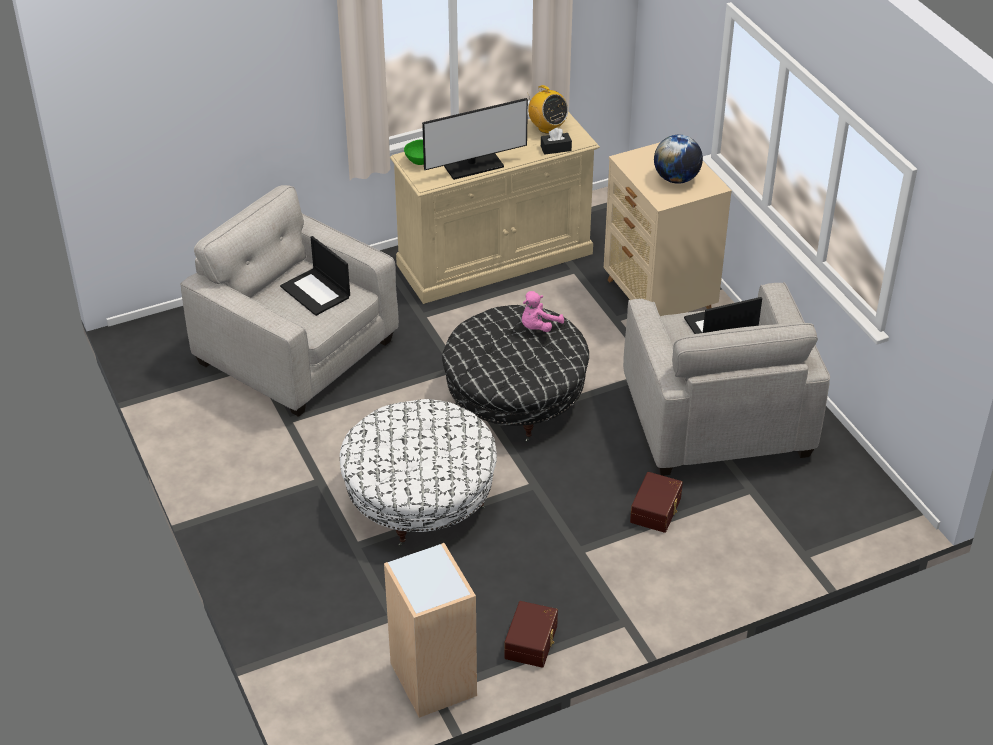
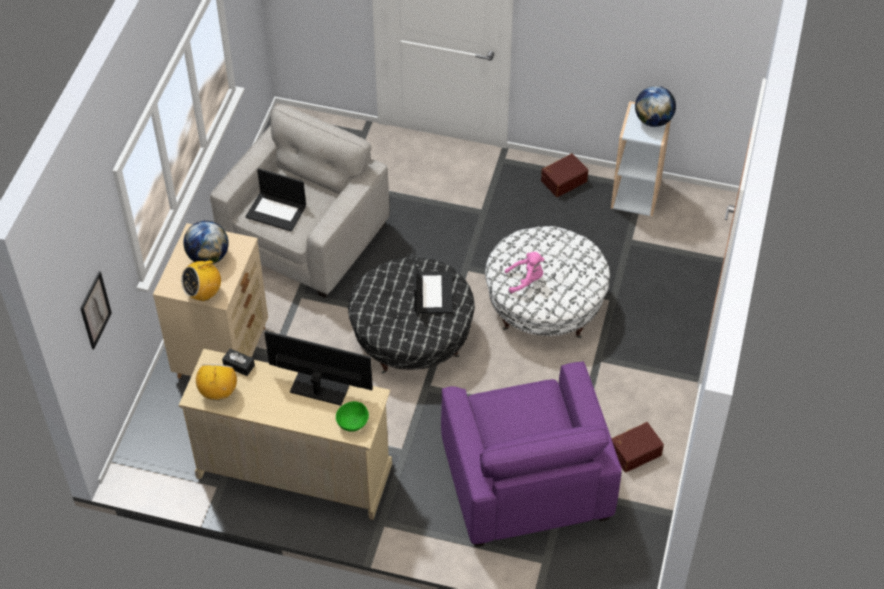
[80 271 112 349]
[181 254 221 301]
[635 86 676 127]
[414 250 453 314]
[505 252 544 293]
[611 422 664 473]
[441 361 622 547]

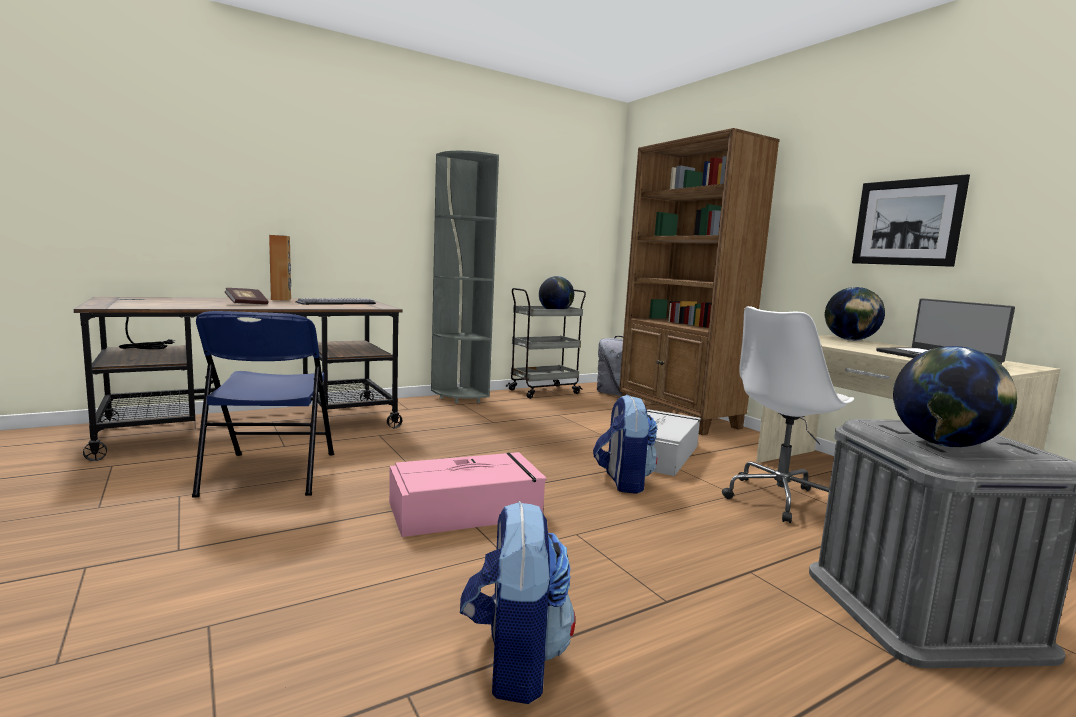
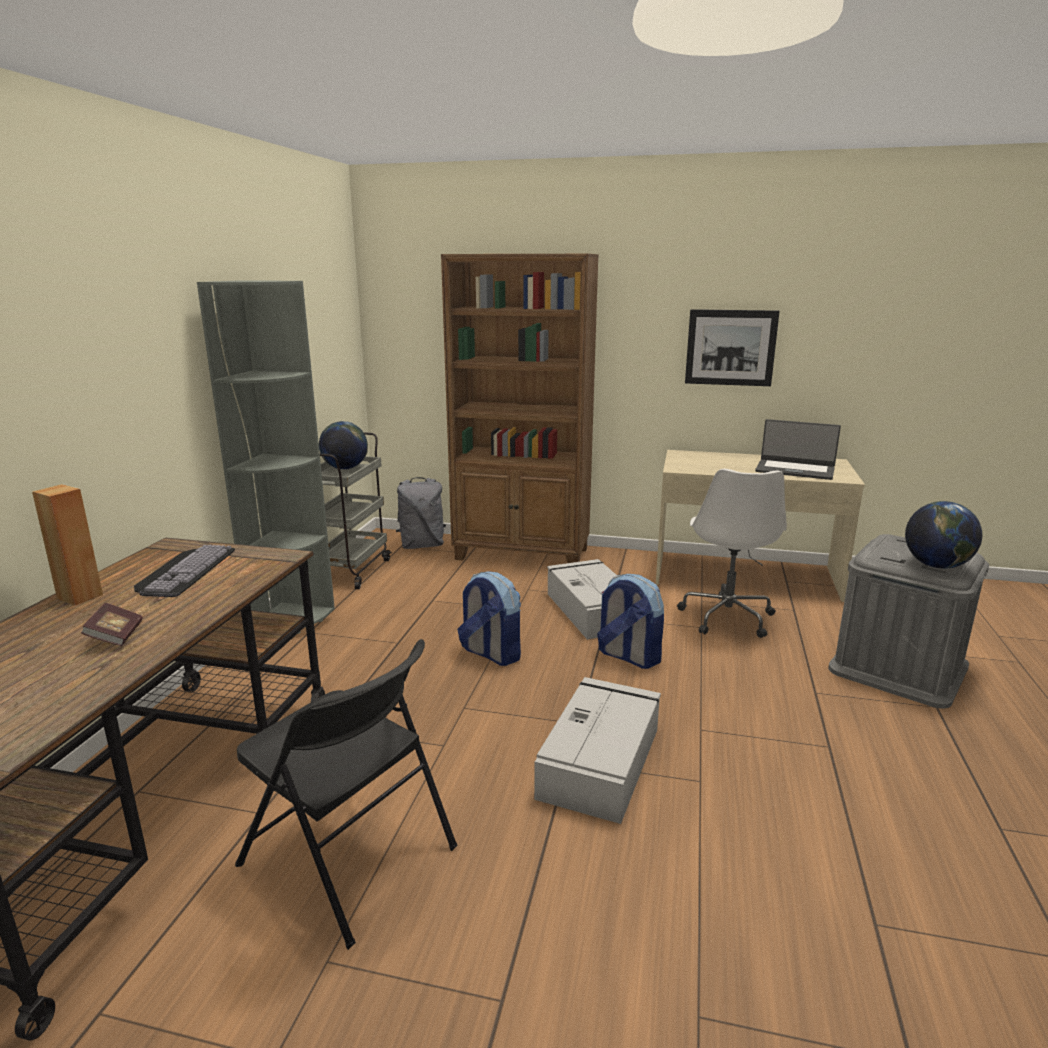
[824 287 885 341] (first image)
[457 571 521 666]
[235 639 458 950]
[534 677 661 824]

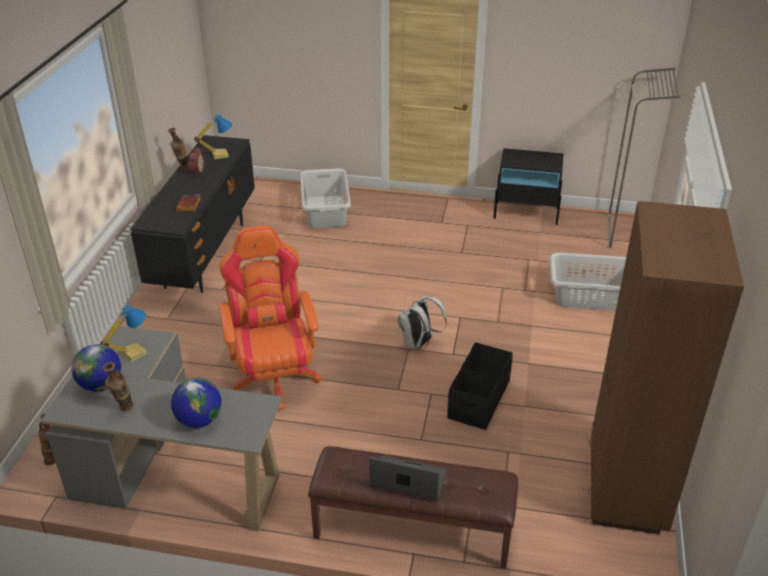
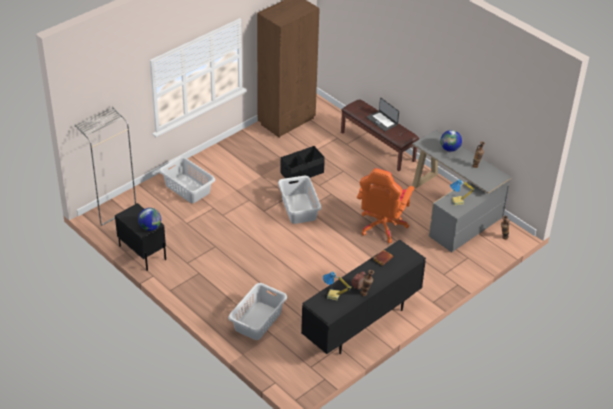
[138 208 161 231]
[278 176 321 224]

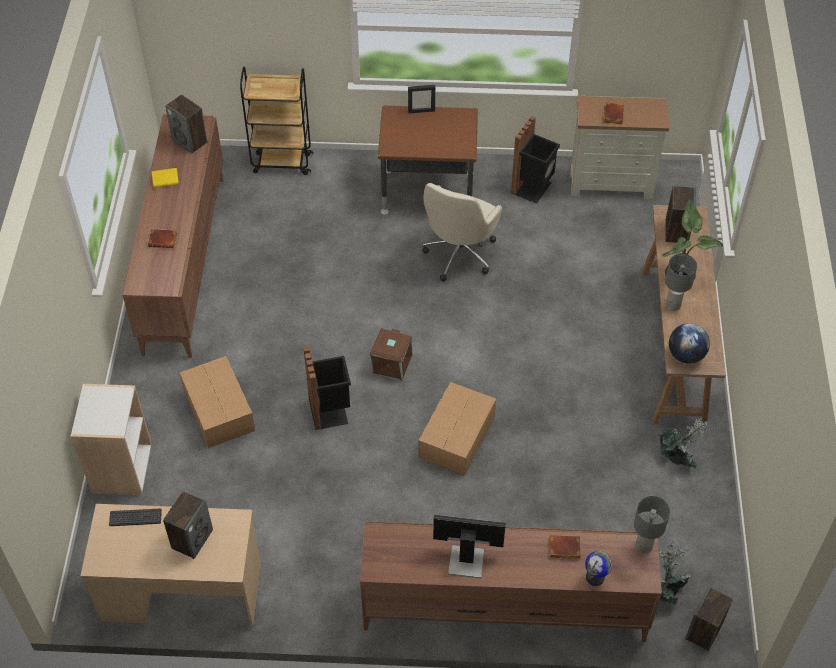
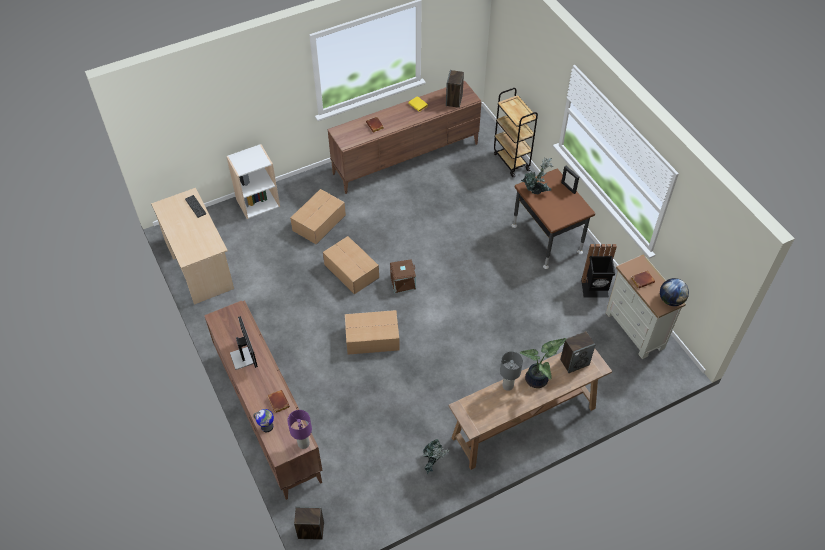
[163 491 213 559] (first image)
[422 183 502 282] (first image)
[521 157 553 194]
[660 278 689 306]
[323 236 379 295]
[287 410 312 449]

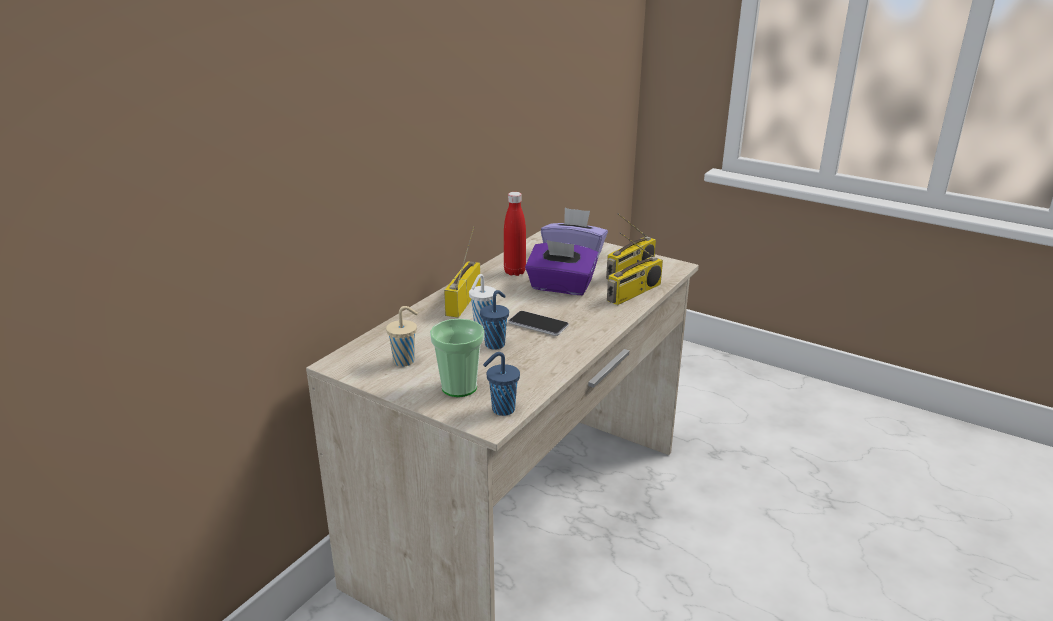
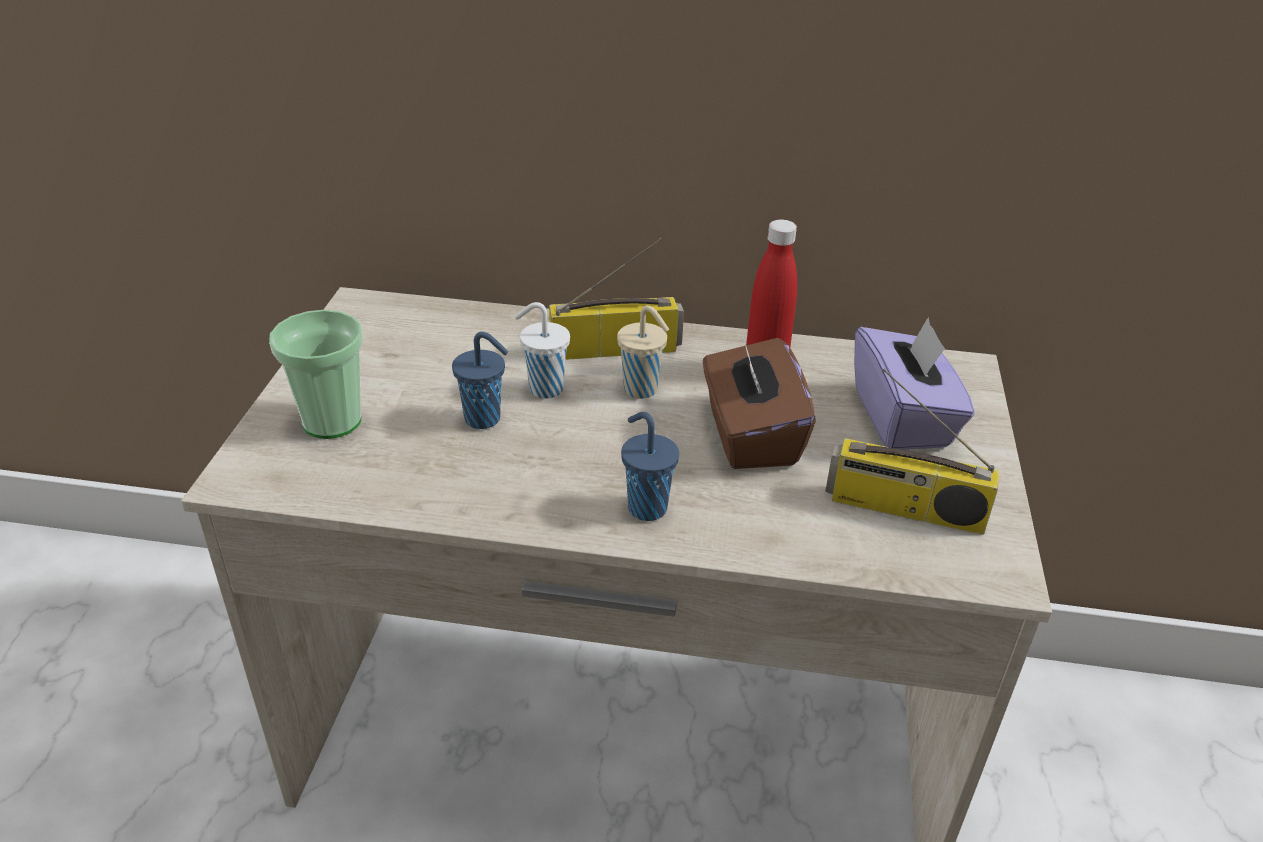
[509 311 569 336] (first image)
[607 233 663 305] (first image)
[617 305 669 399]
[621 412 679 521]
[703 333 816 469]

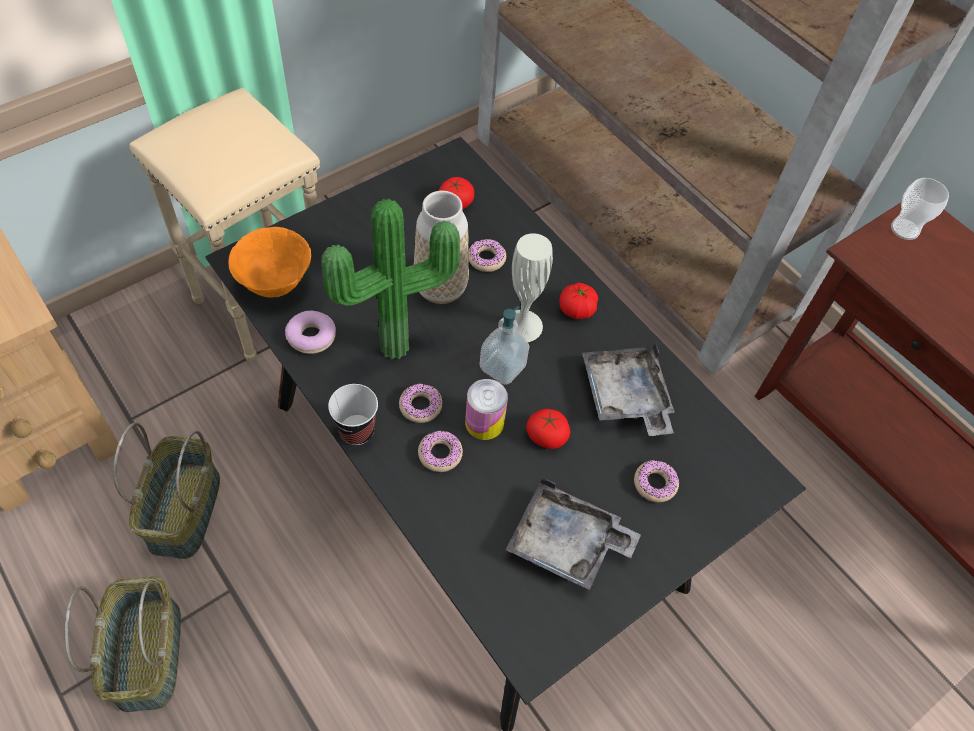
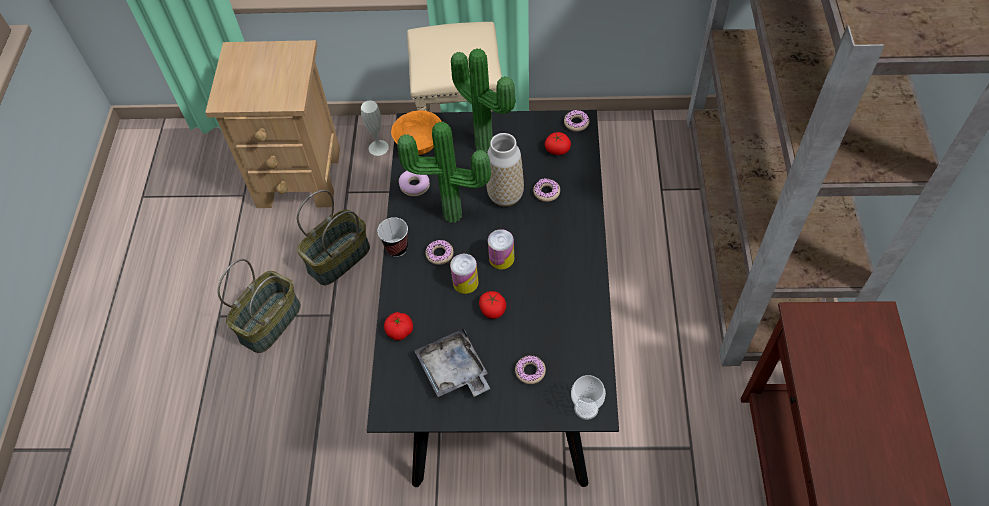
[582 343 675 436] (first image)
[451 48 515 152]
[564 110 590 132]
[361 101 389 156]
[384 312 413 340]
[571 375 606 420]
[488 229 514 270]

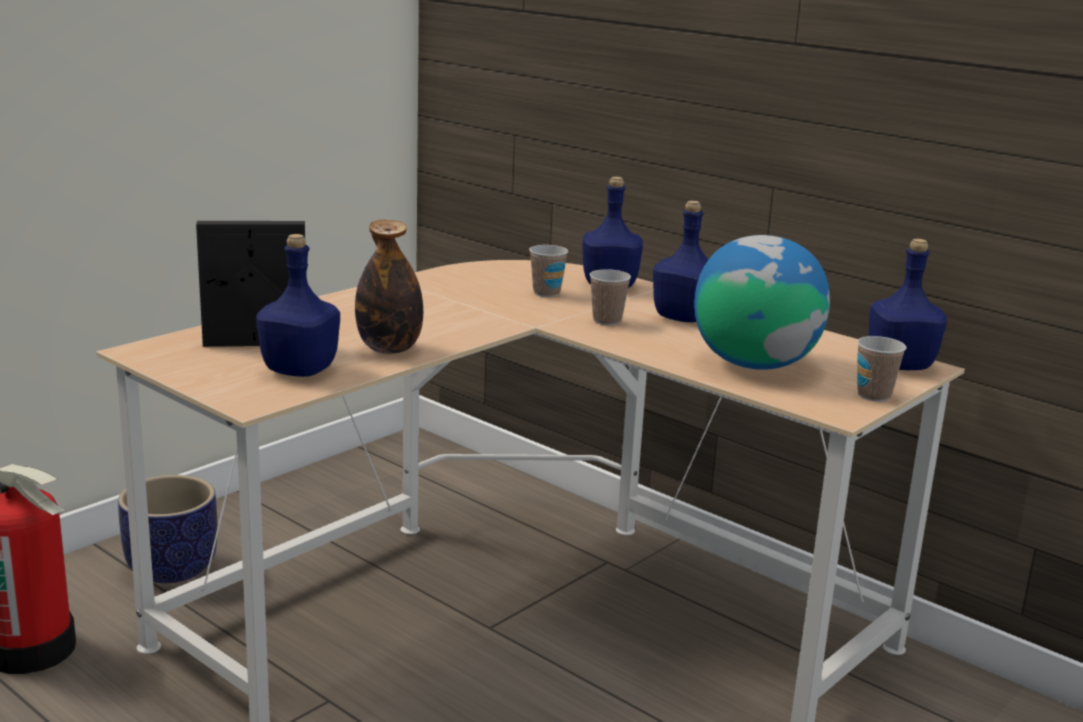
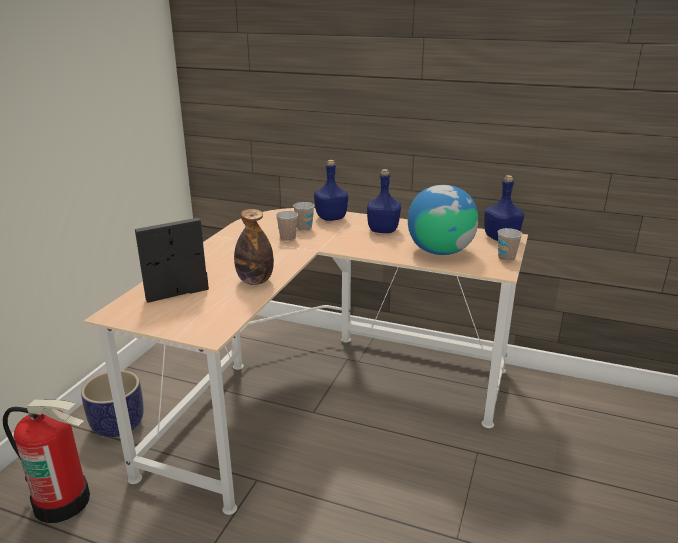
[256 234 340 377] (first image)
[276 211 298 241]

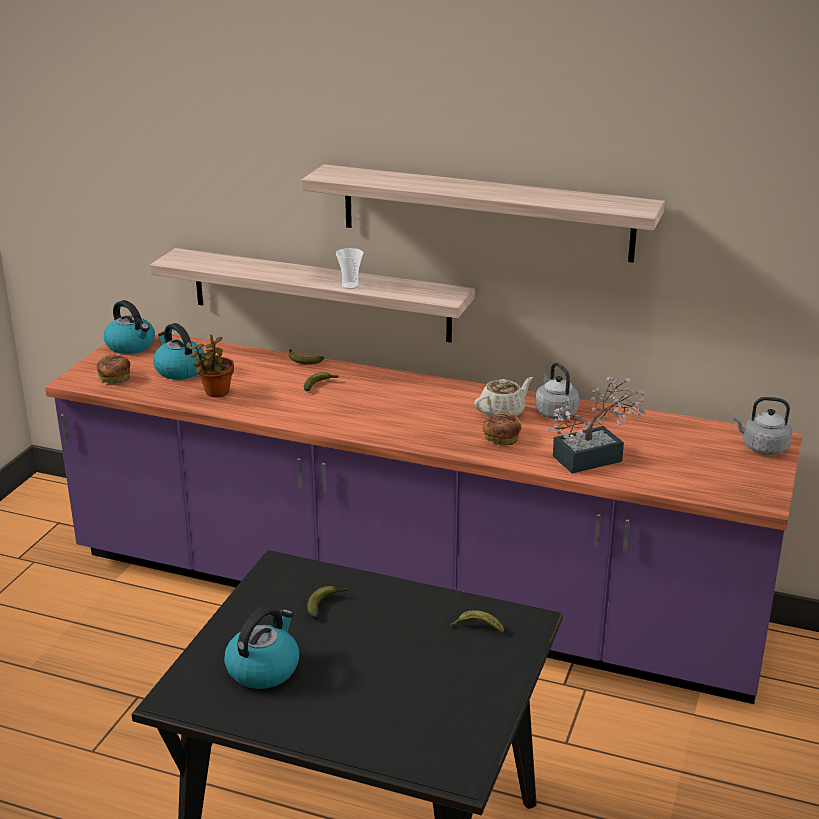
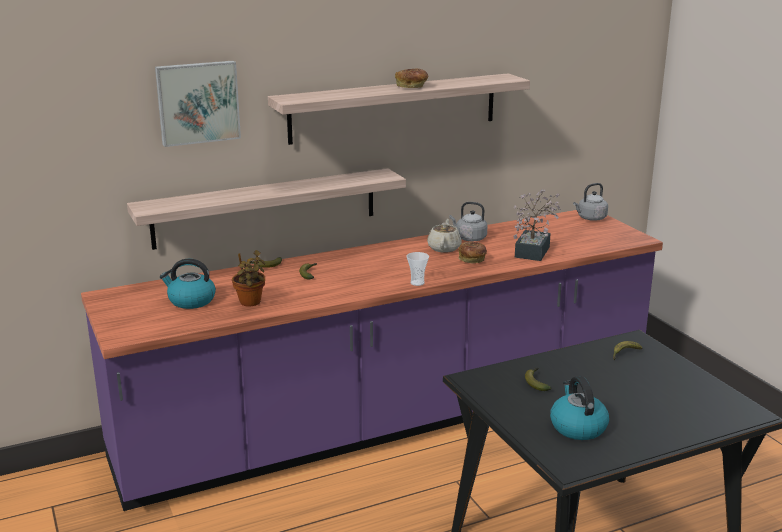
[104 300 155 354] (first image)
[155 61 241 147]
[395 68 429 88]
[407 252 429 286]

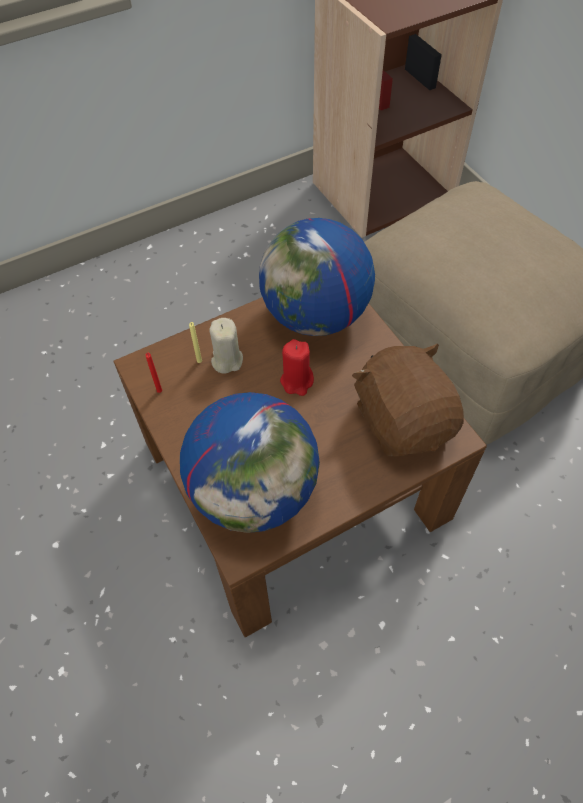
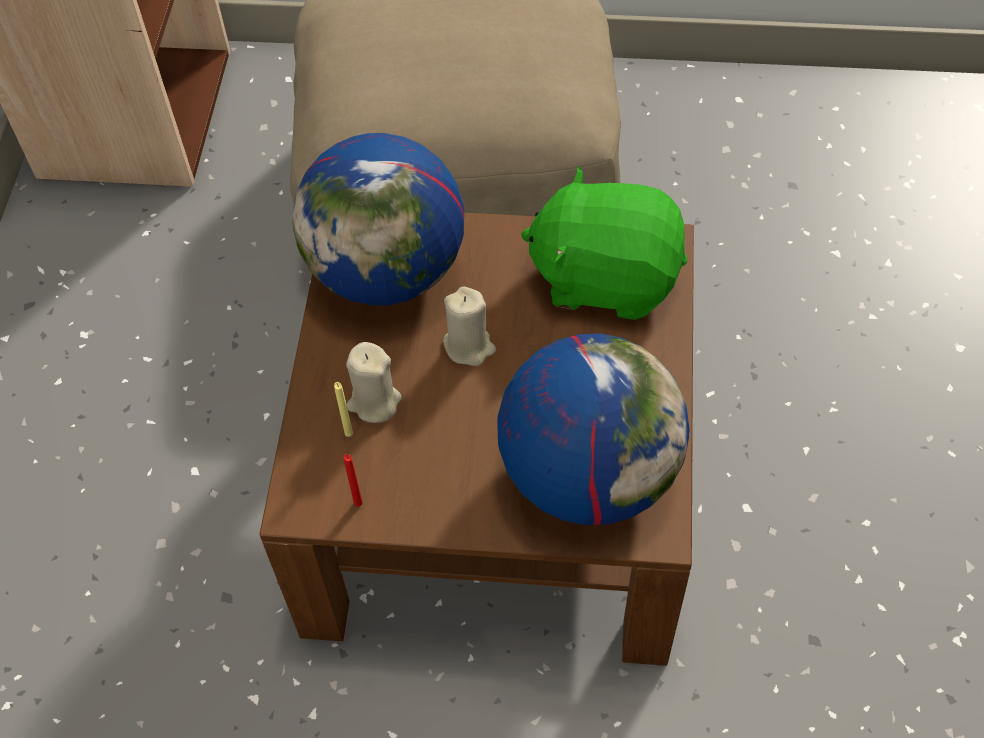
[443 287 496 366]
[521 166 687 320]

